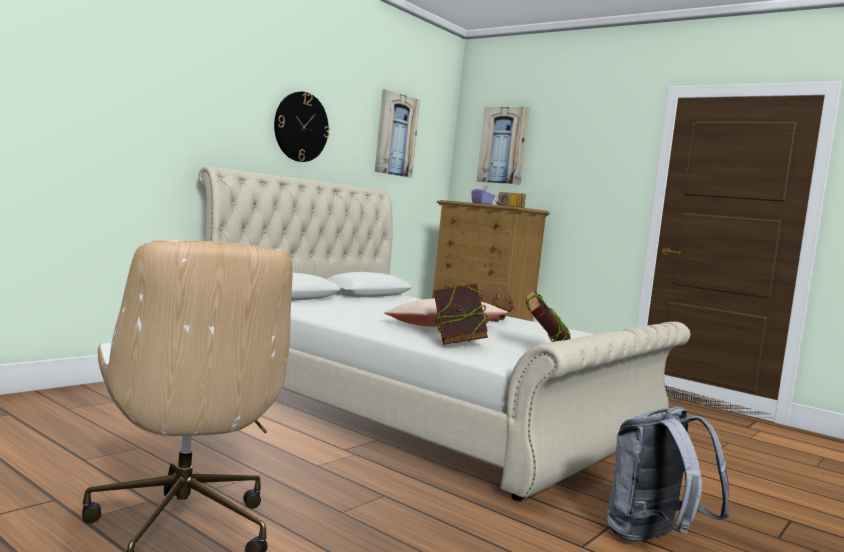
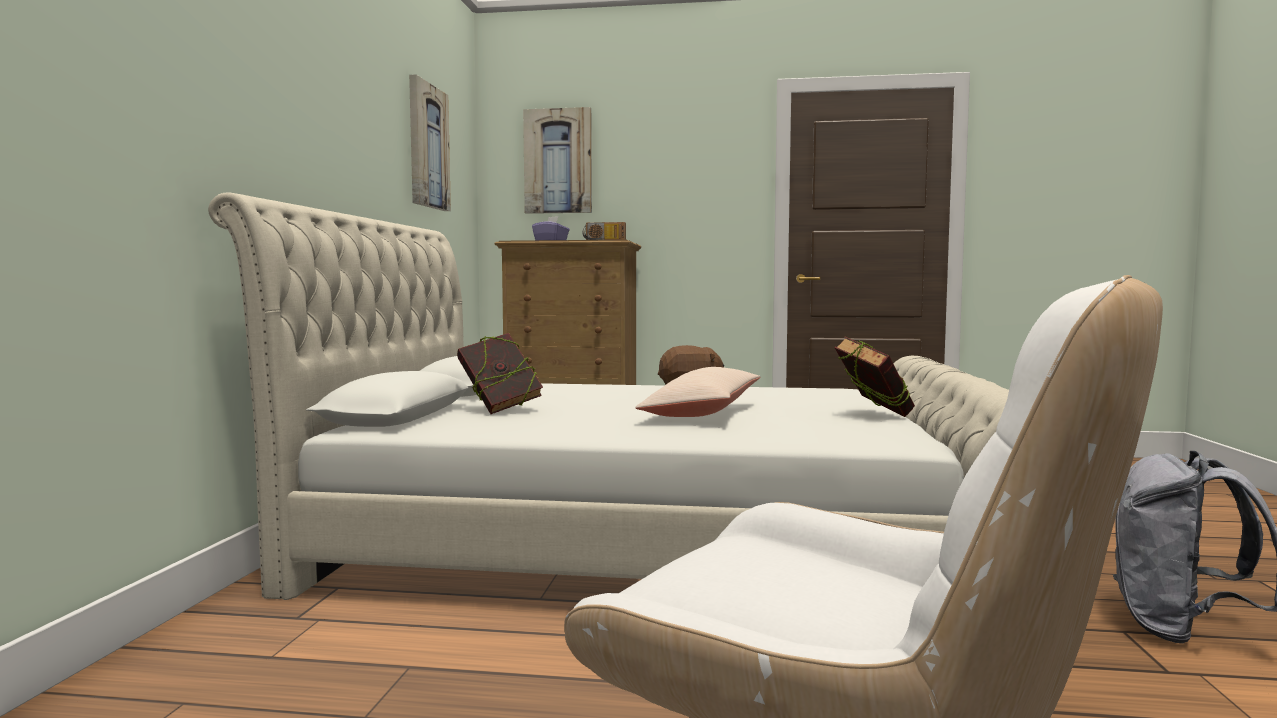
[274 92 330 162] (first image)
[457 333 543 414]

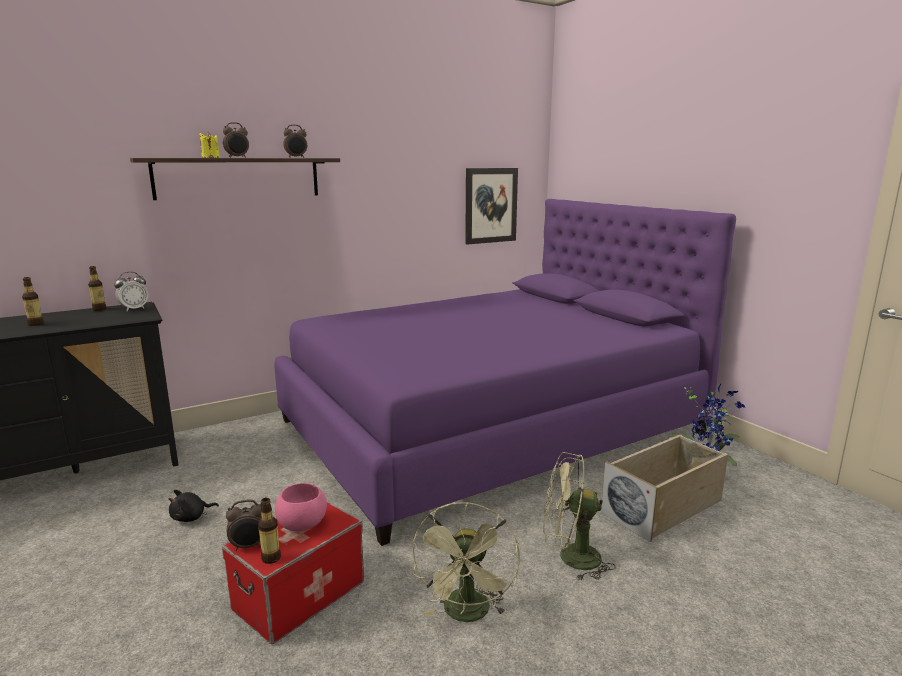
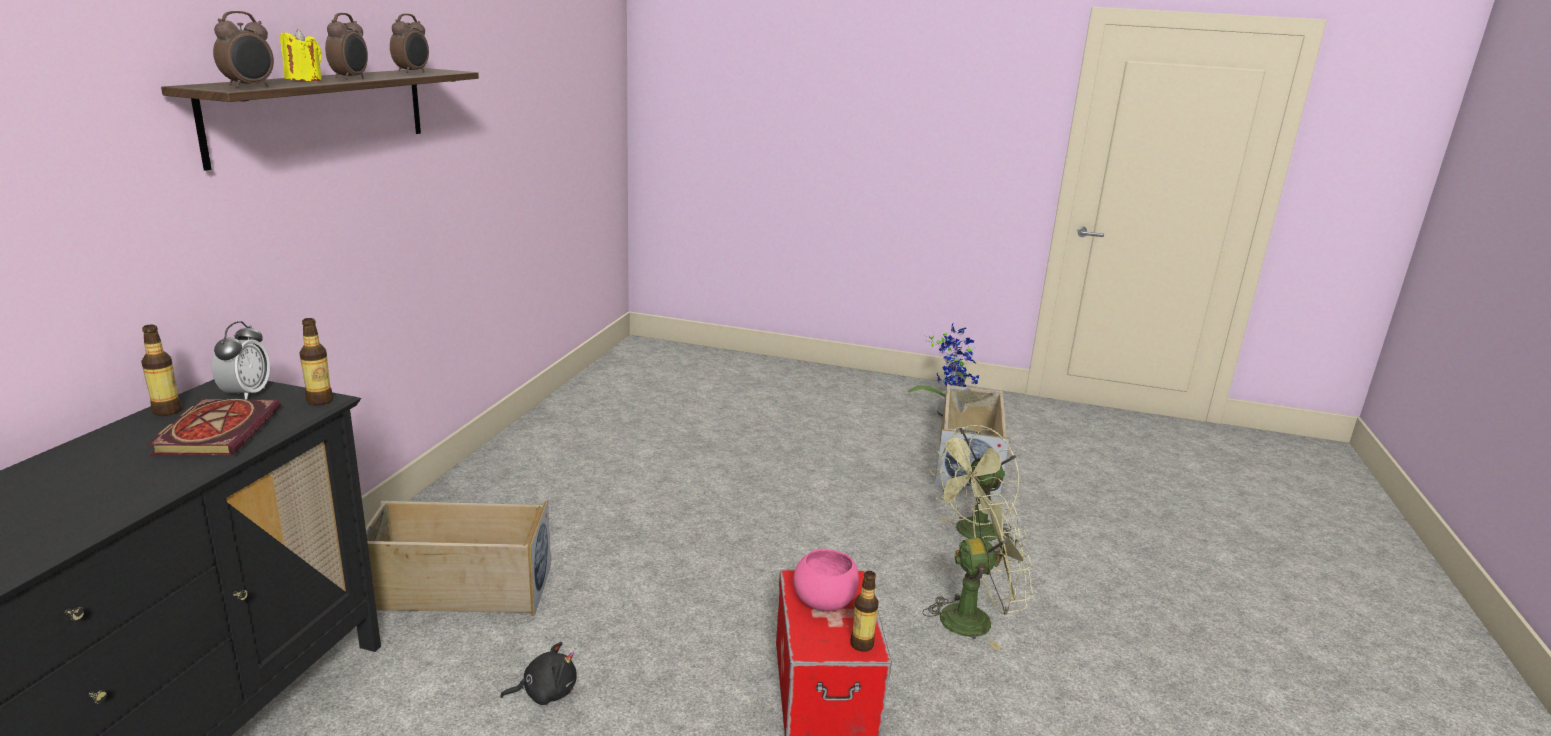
[274 199 736 546] (first image)
[465 168 518 245] (first image)
[147 399 281 455]
[366 501 551 616]
[300 318 333 406]
[213 11 274 88]
[500 642 577 705]
[922 494 1034 650]

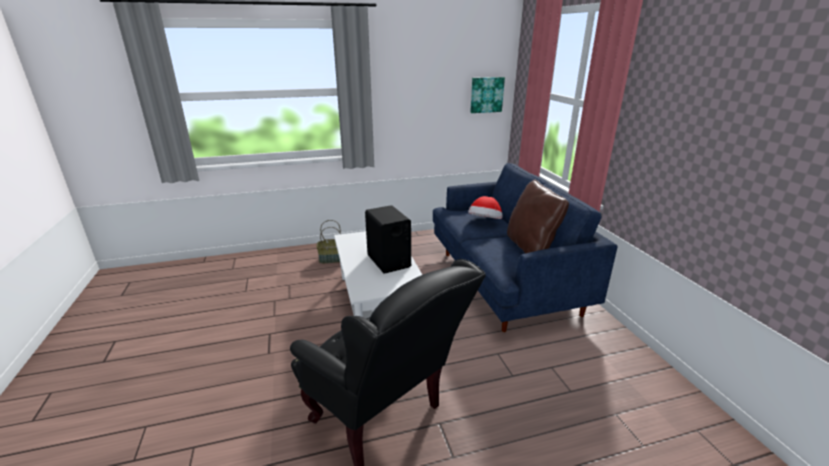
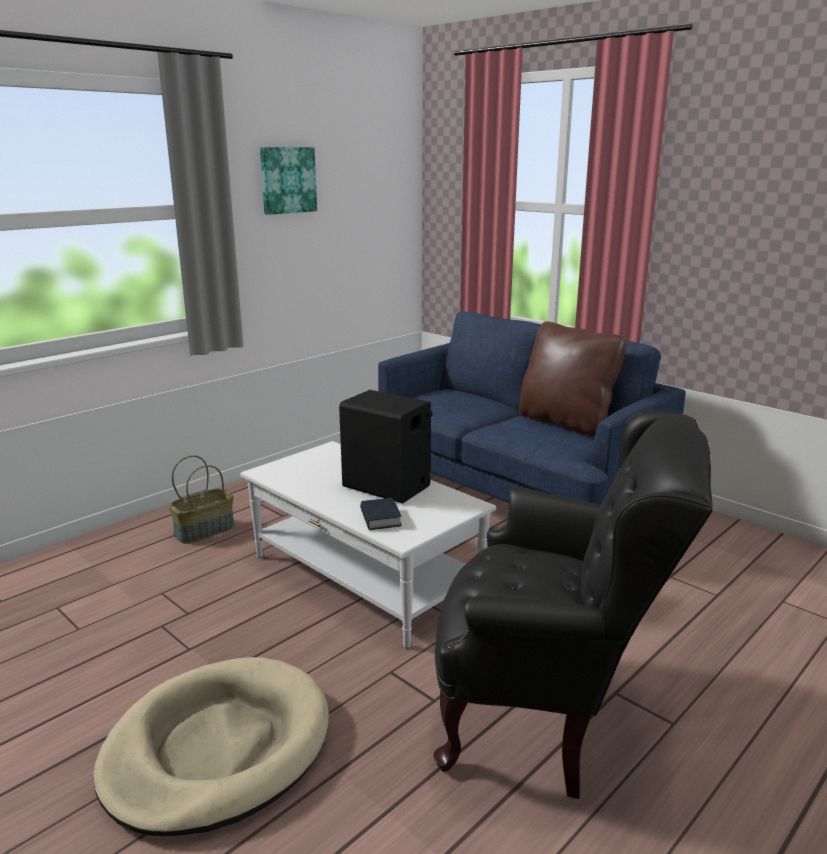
[468 196 503 219] (first image)
[94 657 329 836]
[360 498 402 530]
[260 147 317 215]

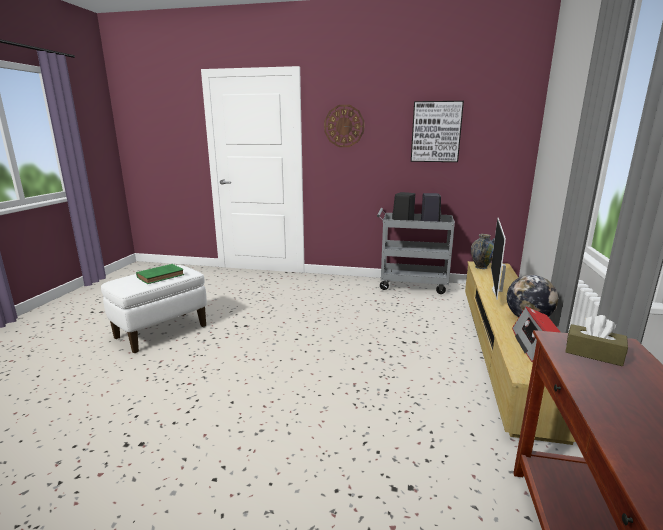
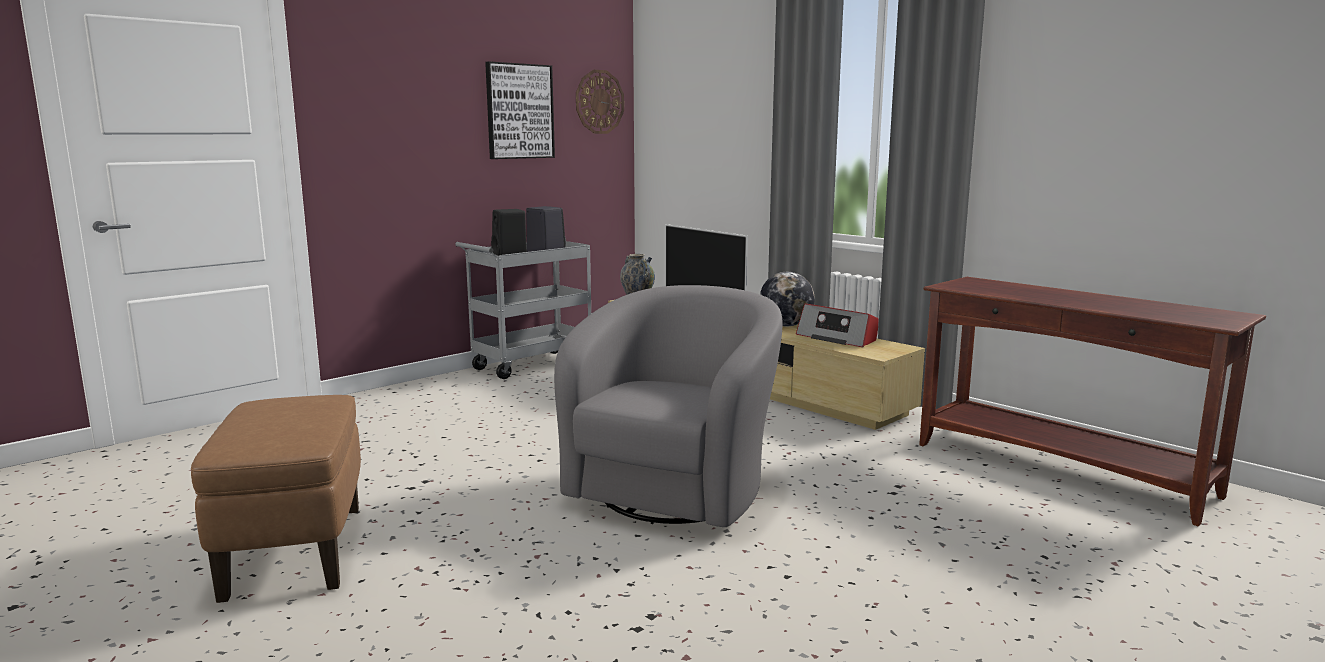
[136 264 184 284] (first image)
[565 315 628 366] (first image)
[554 285 783 527]
[576 70 624 134]
[191 395 361 603]

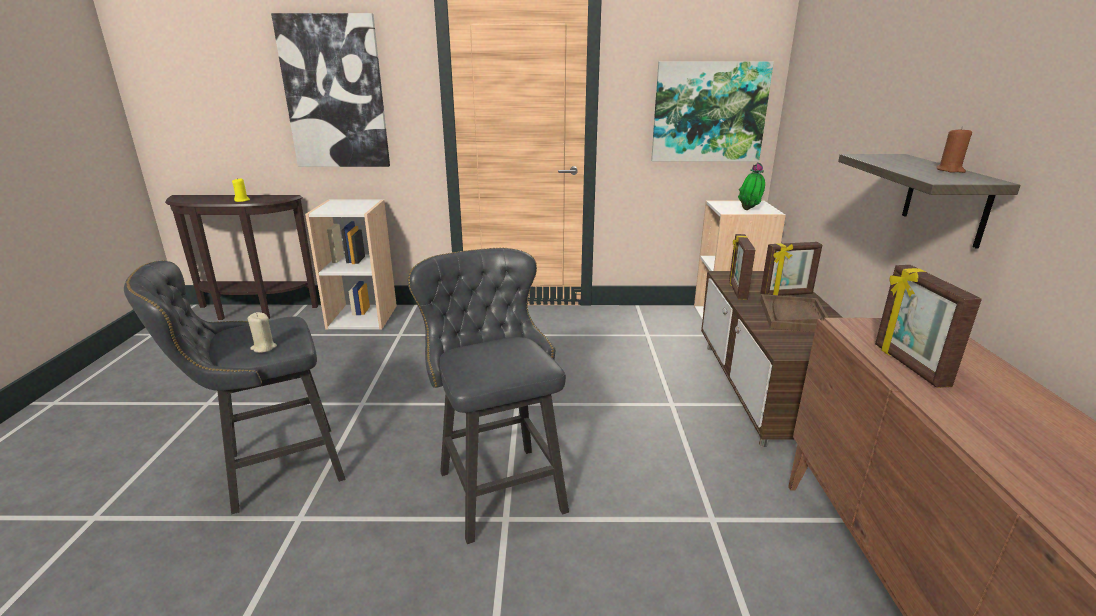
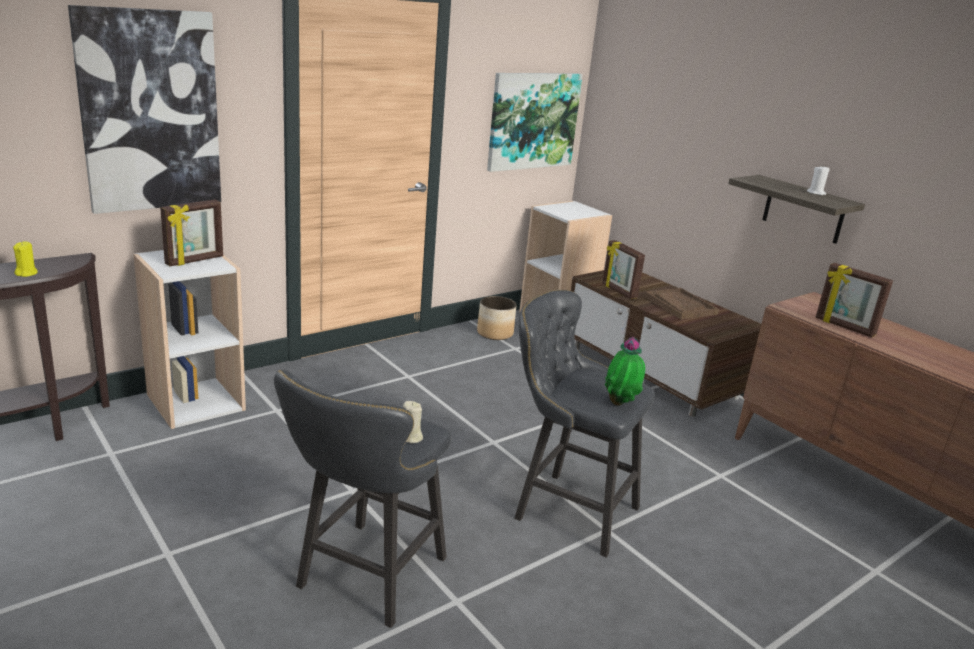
[477 296 516 340]
[605 337 645 406]
[160 200 223 266]
[807 165 829 195]

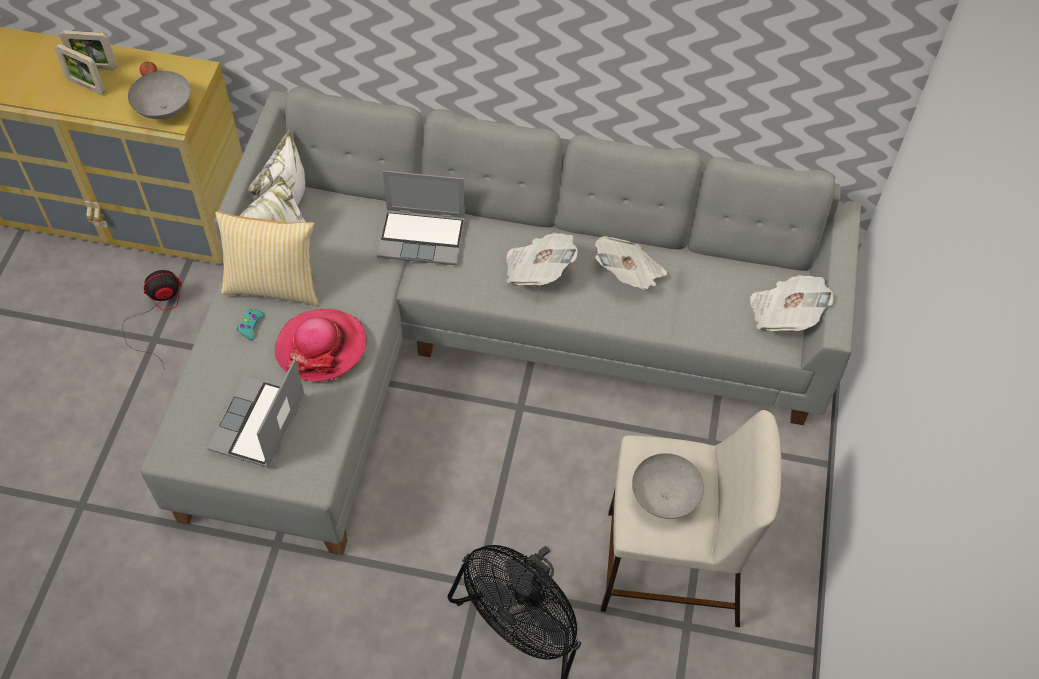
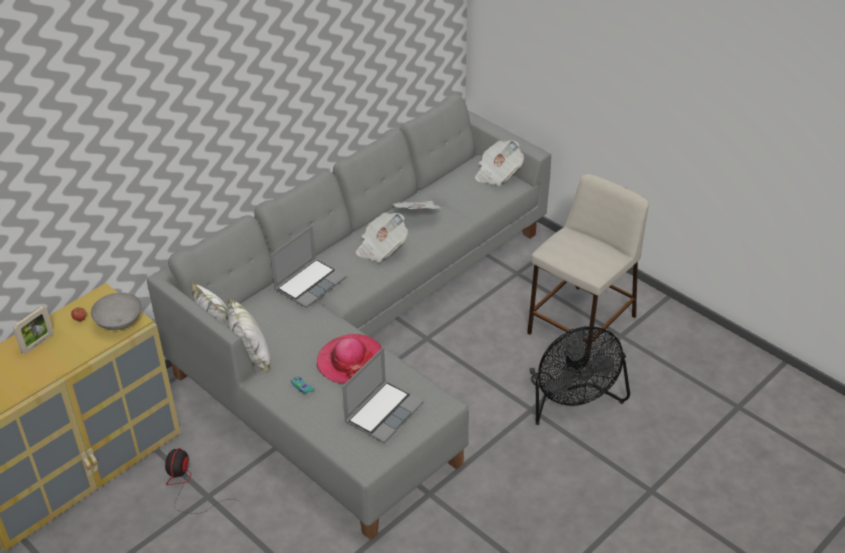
[54 44 105 95] (first image)
[215 211 319 306] (first image)
[632 453 704 519] (first image)
[342 347 424 444]

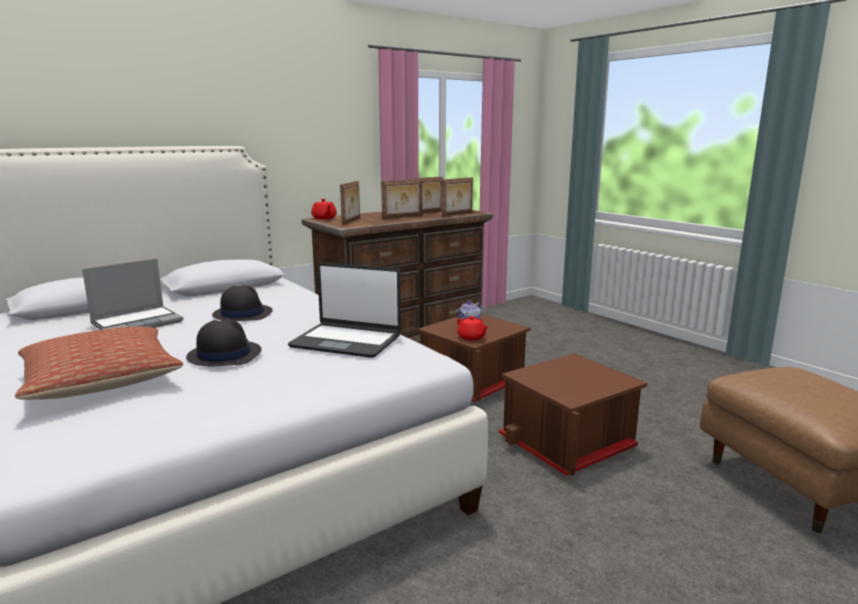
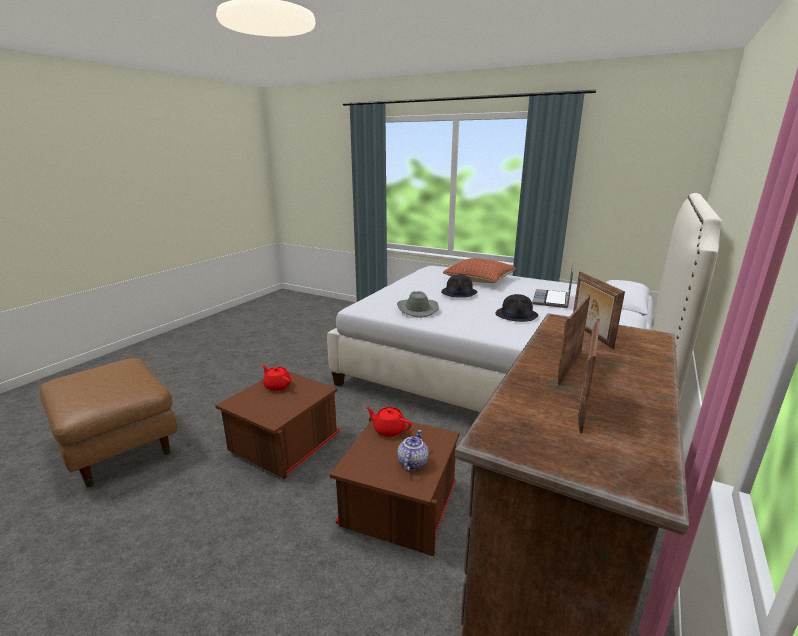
[442 177 473 216] (first image)
[262 365 291 391]
[397 291 439 318]

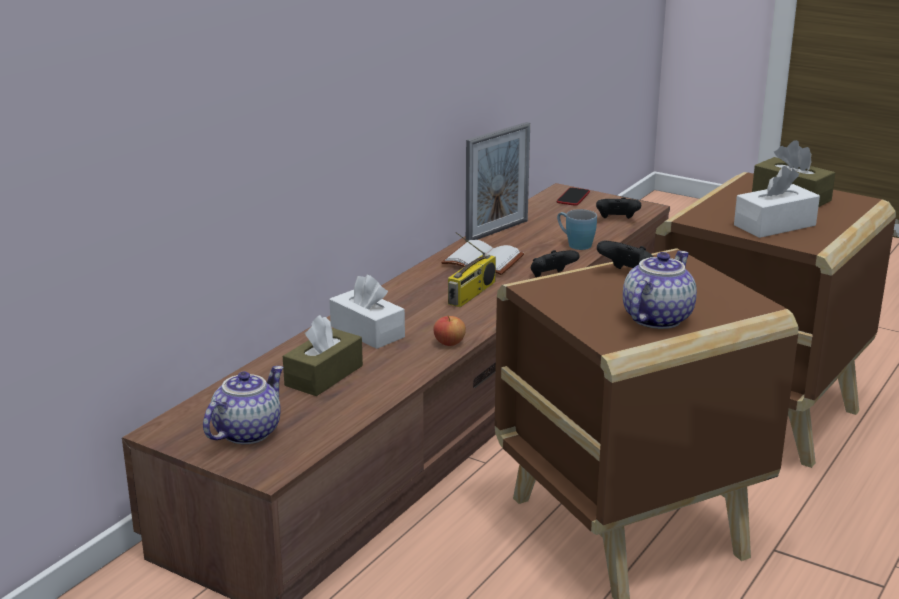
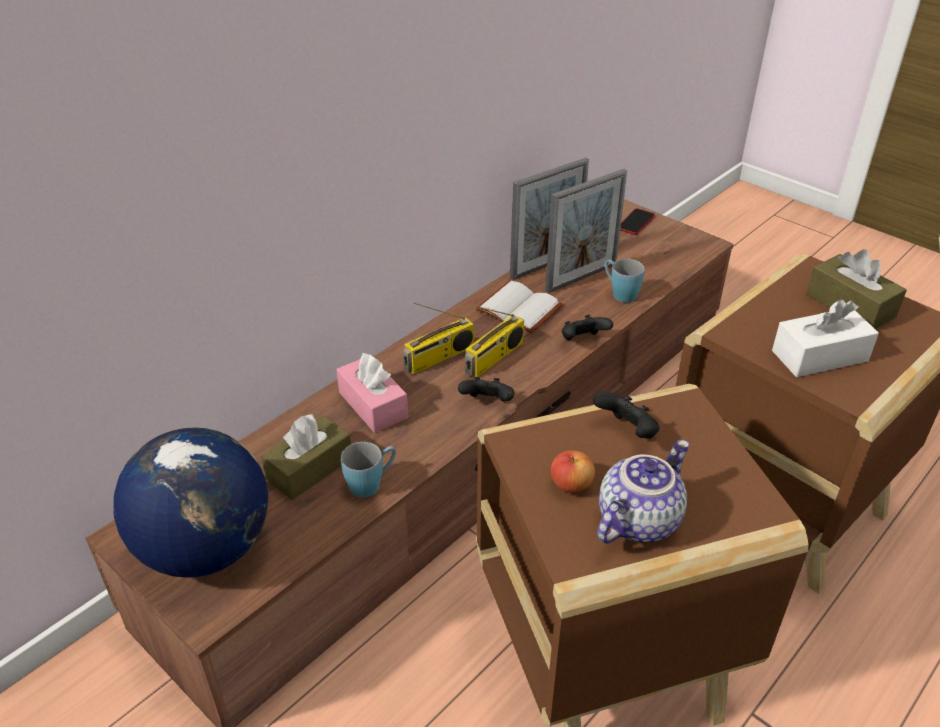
[341 442 396 498]
[403 303 474 374]
[545 169 627 293]
[551 450 595 493]
[458 377 514 401]
[113 427 268 578]
[336 353 408 433]

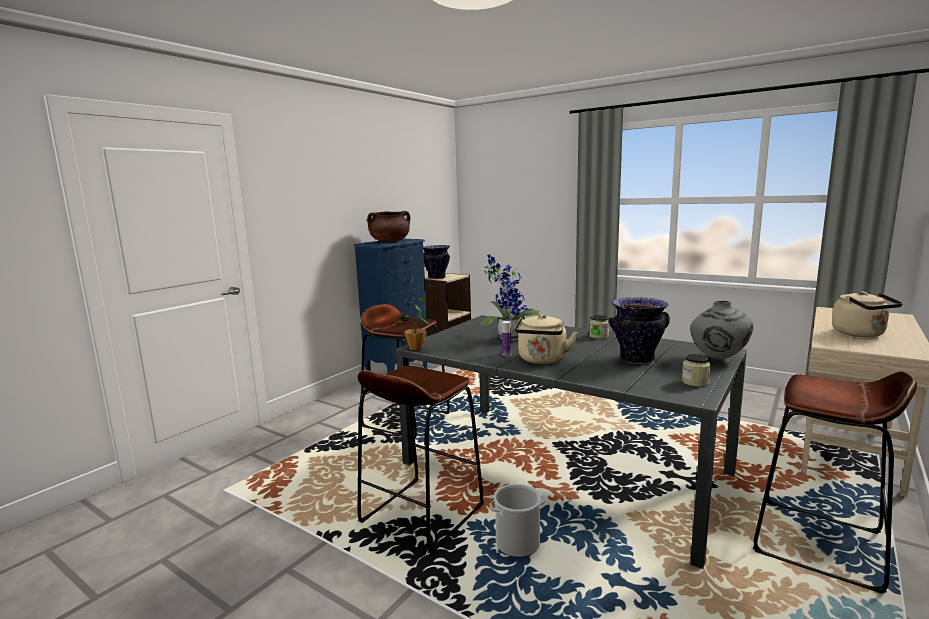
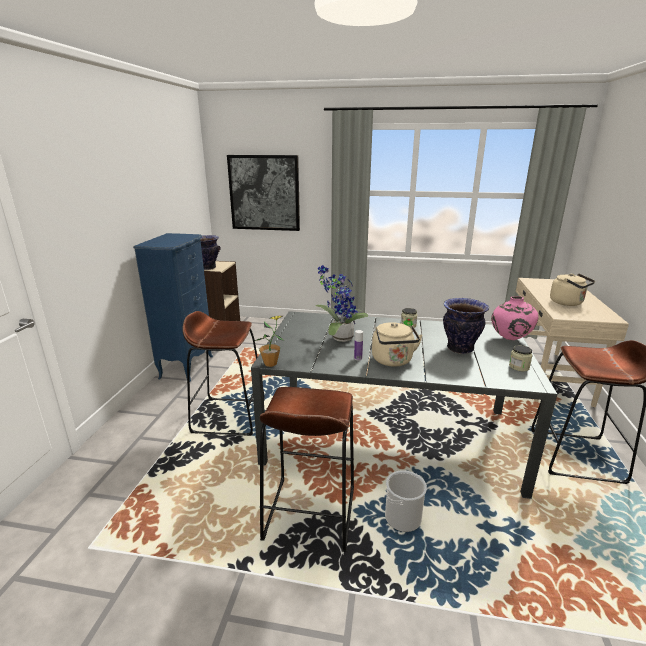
[367 211 410 242] (first image)
[227 155 300 231]
[491 296 539 340]

